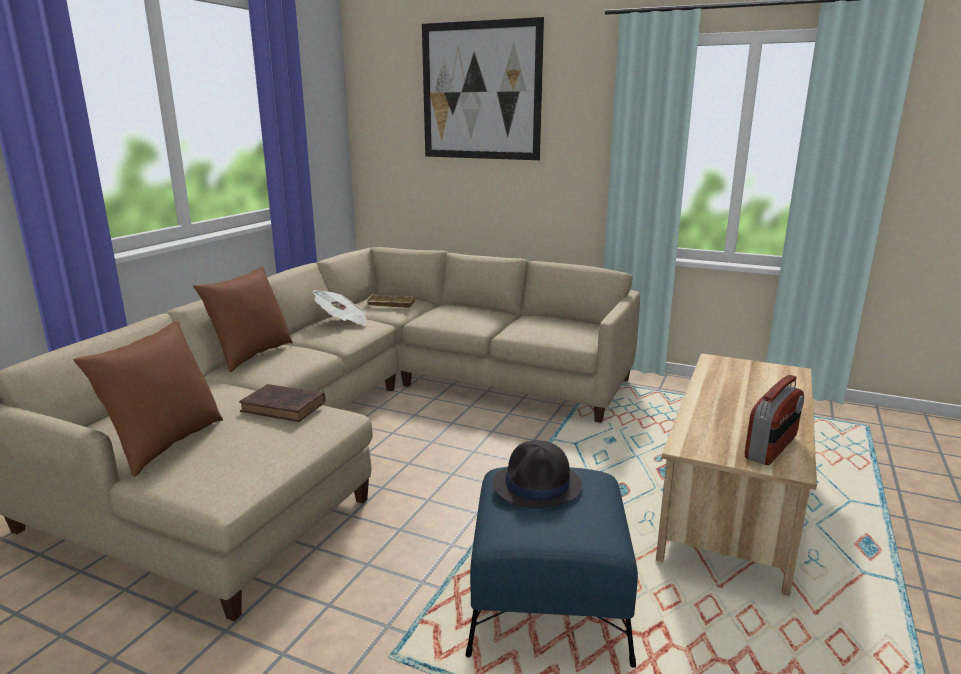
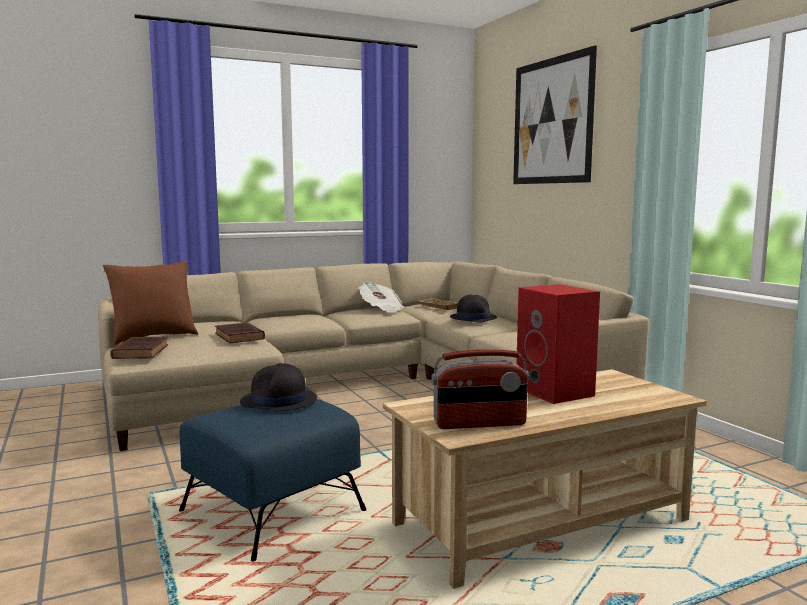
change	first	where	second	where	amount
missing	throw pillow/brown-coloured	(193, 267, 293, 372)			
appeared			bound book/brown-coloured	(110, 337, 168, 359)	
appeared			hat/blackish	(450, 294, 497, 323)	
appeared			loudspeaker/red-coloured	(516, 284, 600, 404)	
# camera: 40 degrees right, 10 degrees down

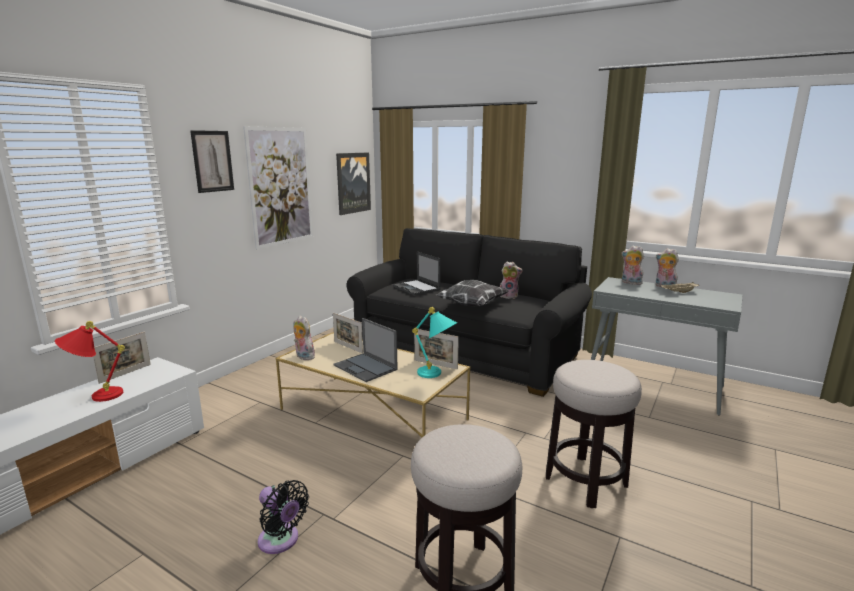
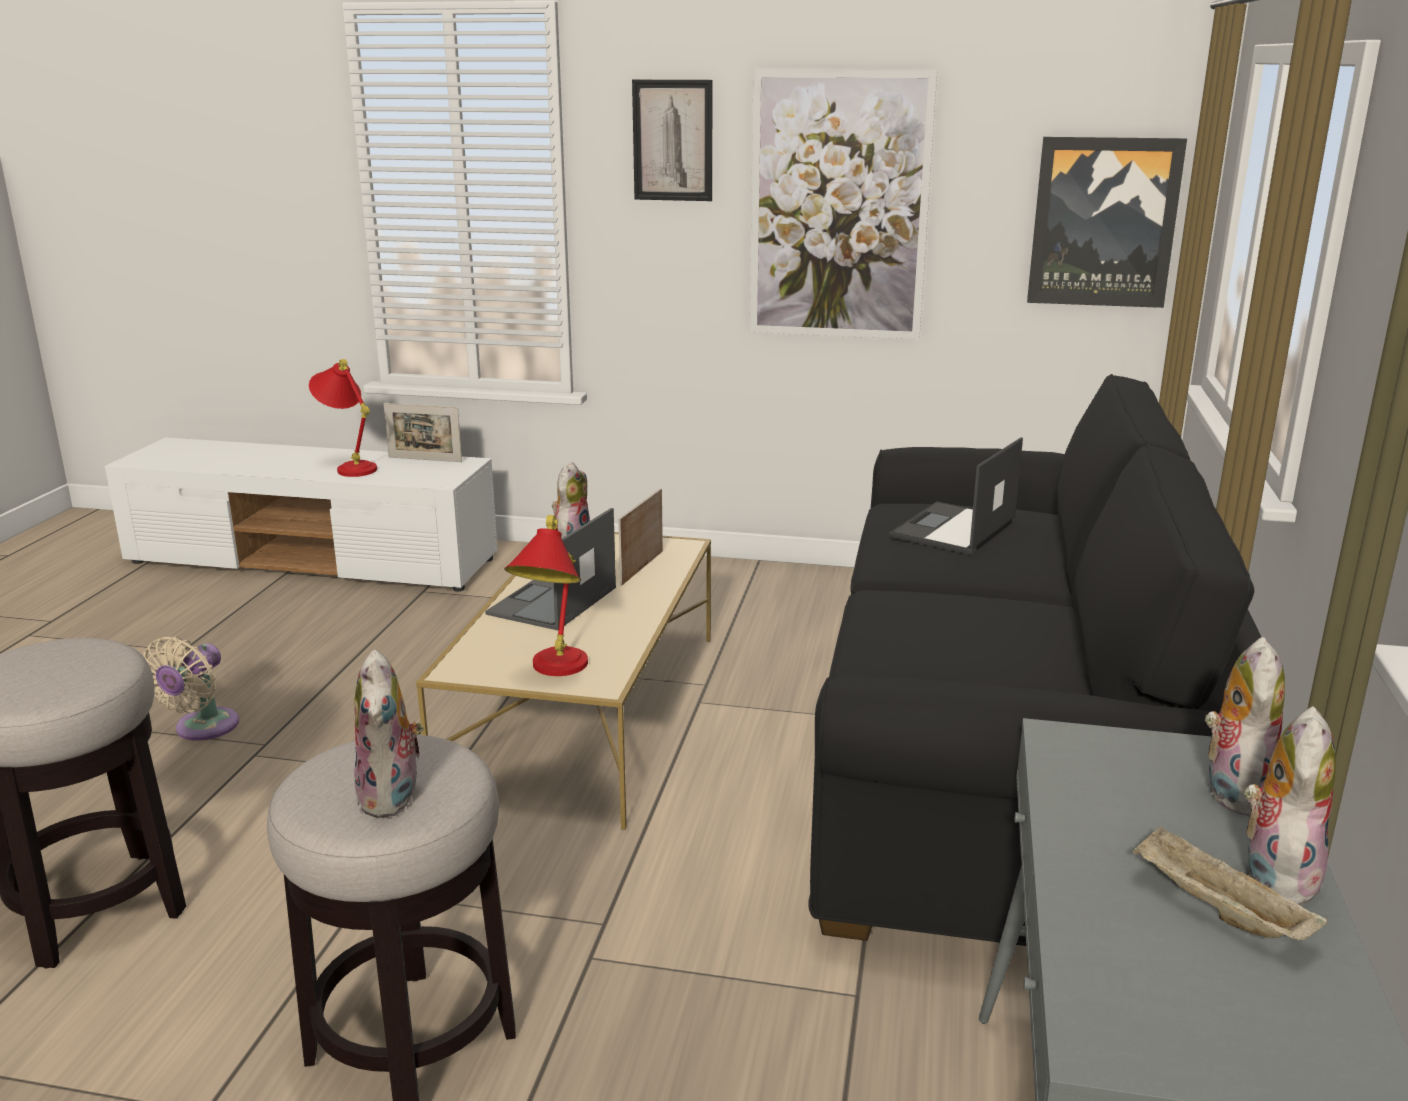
change	first	where	second	where	amount
missing	picture frame	(414, 329, 459, 369)			
missing	throw pillow	(436, 280, 509, 306)			
relocated	soft toy	(500, 261, 523, 299)		(354, 650, 424, 818)	
colour	fan/blackish	(258, 480, 309, 554)	fan/sand-coloured	(143, 637, 239, 741)	
colour	table lamp/blue-green	(412, 307, 458, 378)	table lamp/red-coloured	(504, 515, 588, 676)	
# camera: 70 degrees right, 5 degrees up

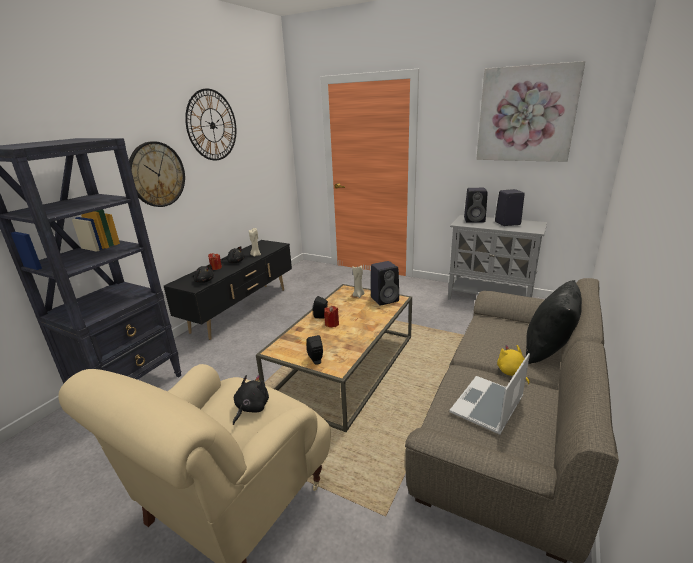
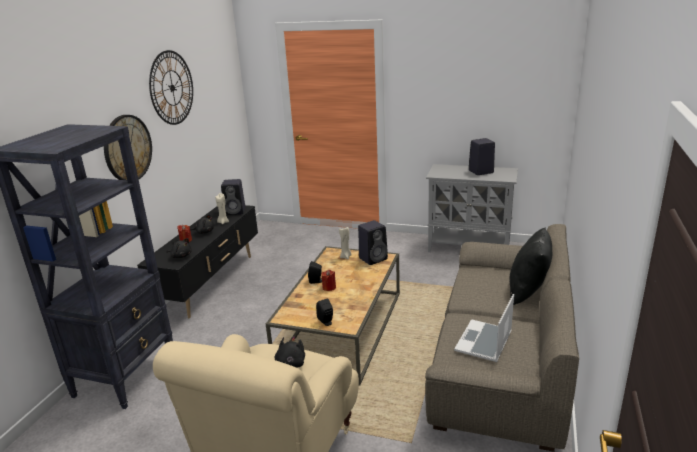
change	first	where	second	where	amount
missing	wall picture	(476, 61, 585, 162)			
missing	soft toy/yellow	(497, 345, 529, 384)			
relocated	loudspeaker/blackish	(464, 188, 488, 223)		(221, 179, 246, 215)	
# camera: 10 degrees left, 0 degrees up

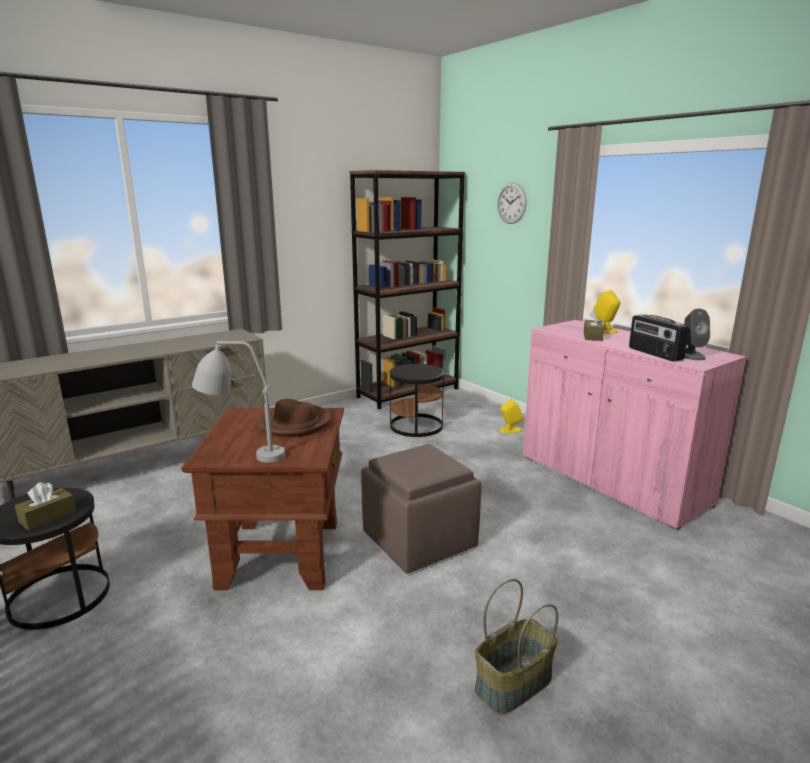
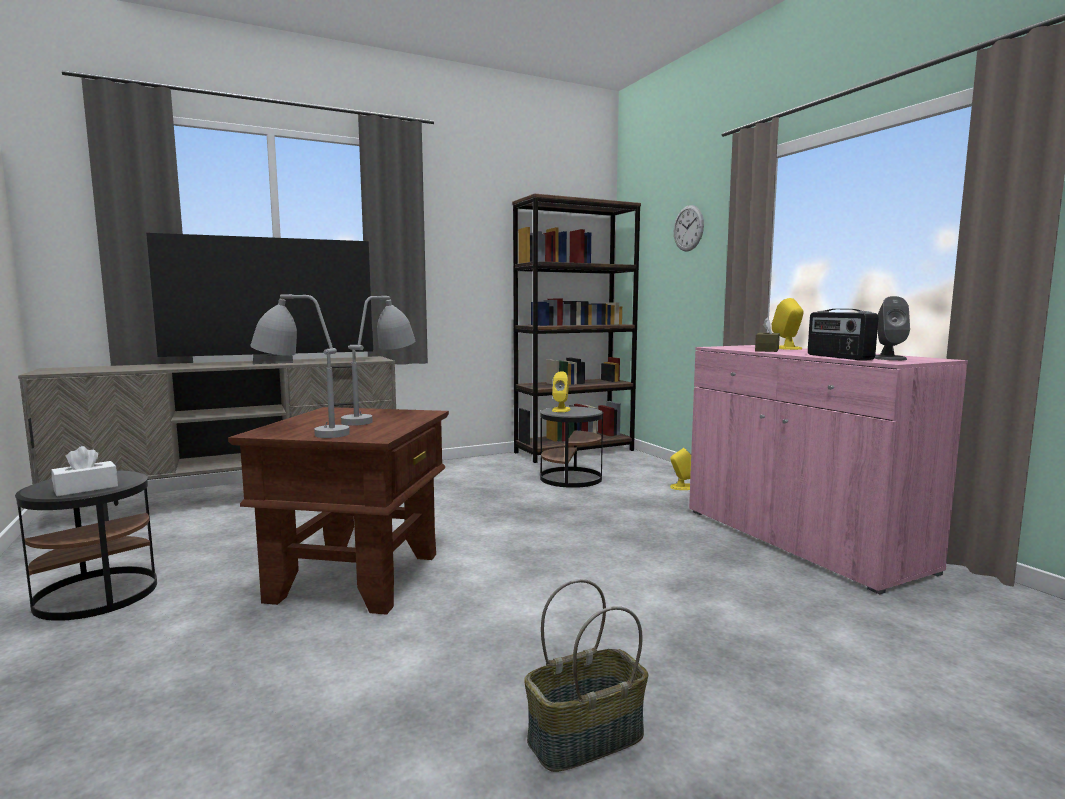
change	first	where	second	where	amount
missing	pouffe/brown-coloured	(361, 444, 481, 574)			
appeared			television	(146, 233, 373, 364)	
appeared			loudspeaker/yellow	(552, 371, 571, 412)	
exchanged	hat/brown-coloured	(258, 399, 331, 437)	table lamp/gray	(341, 296, 415, 426)	
colour	tissue box/brown-coloured	(15, 482, 76, 531)	tissue box/white-coloured	(51, 446, 118, 496)	
# camera: 10 degrees right, 10 degrees down

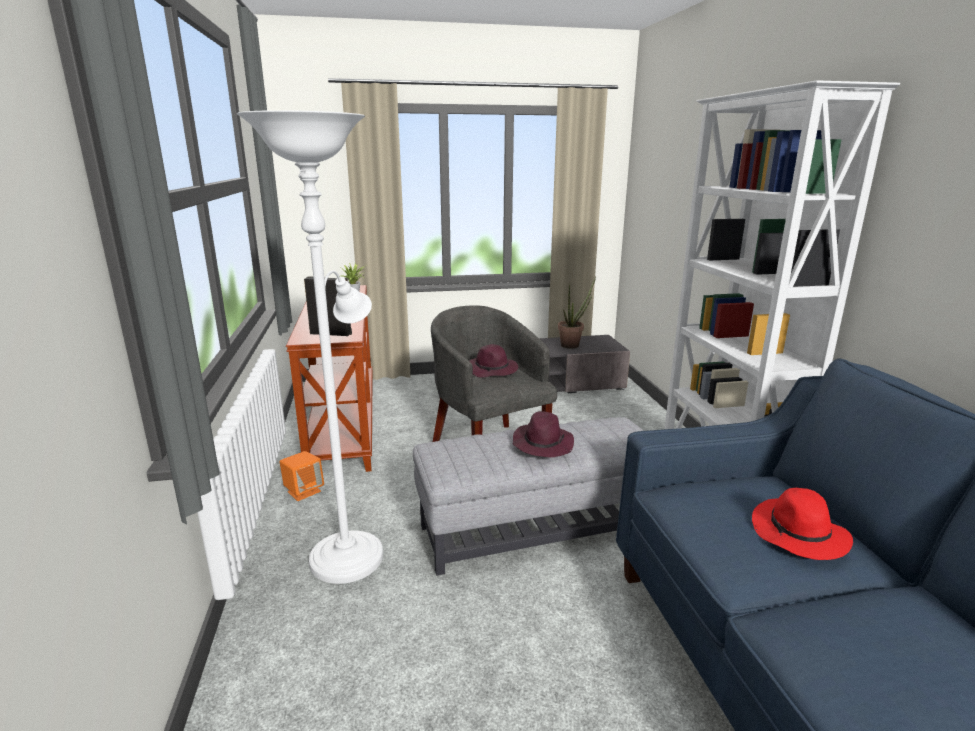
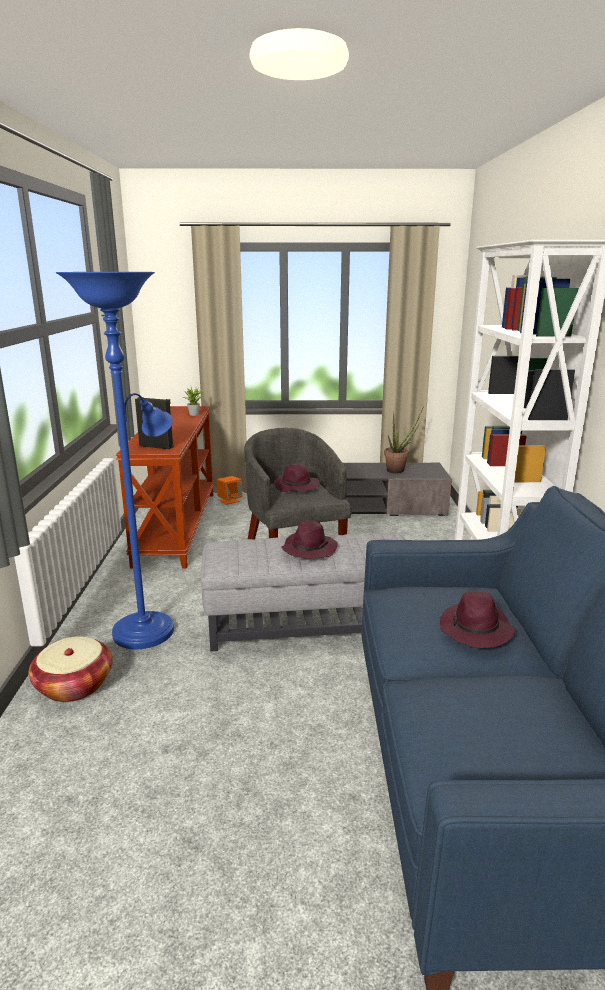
change	first	where	second	where	amount
appeared			household basket	(28, 636, 113, 702)	
relocated	loudspeaker/orange-coloured	(279, 451, 324, 501)		(216, 476, 243, 505)	
colour	floor lamp/white-coloured	(237, 110, 383, 584)	floor lamp/blue	(56, 272, 174, 649)	
colour	hat/red-coloured	(752, 488, 853, 560)	hat/purplish	(440, 591, 516, 648)	
# camera: 10 degrees right, 0 degrees up

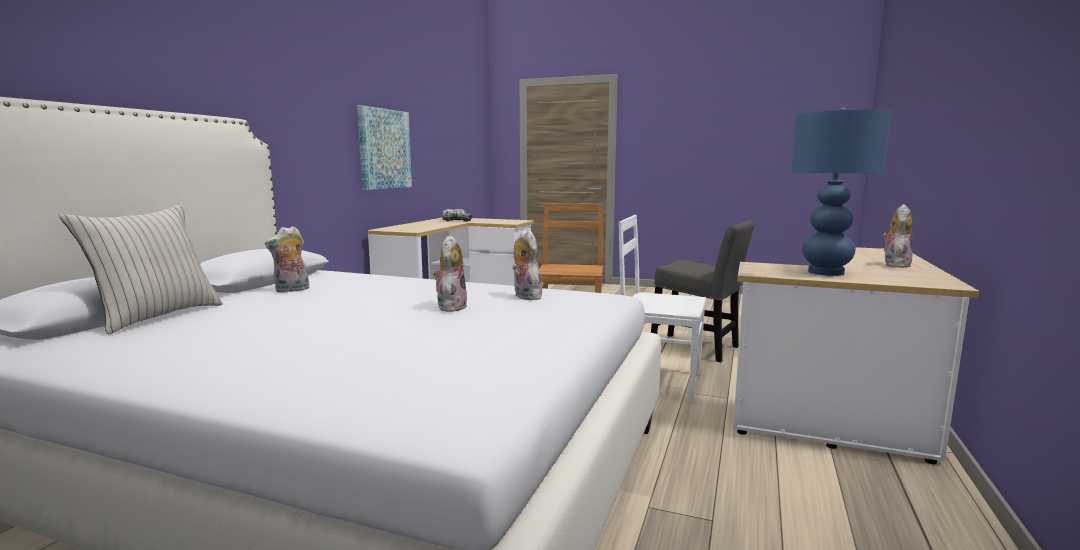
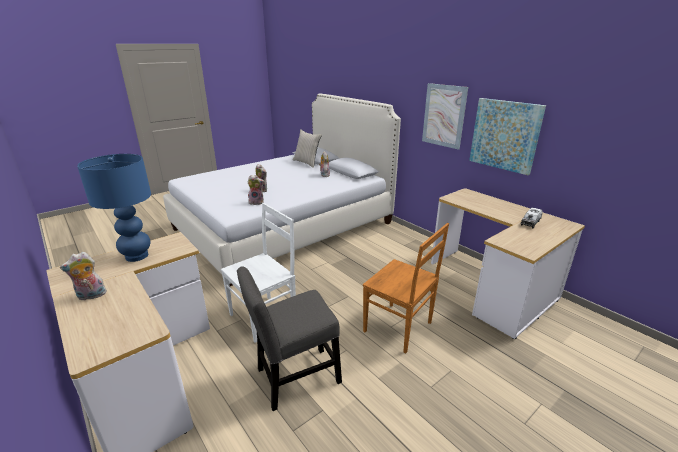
change	first	where	second	where	amount
appeared			wall picture	(422, 83, 468, 150)	
spun	soft toy	(882, 204, 913, 268)		(60, 252, 107, 301)	90 degrees clockwise
# camera: 120 degrees right, 15 degrees up

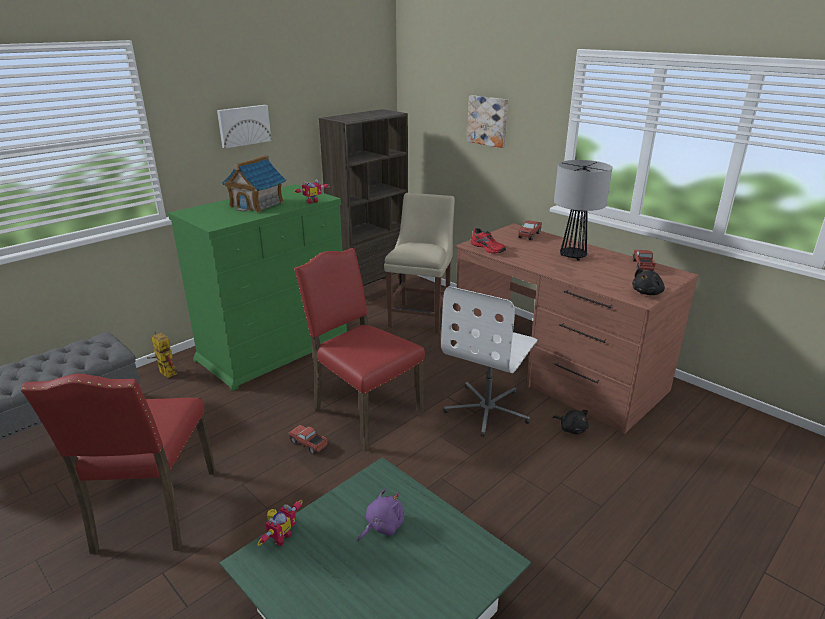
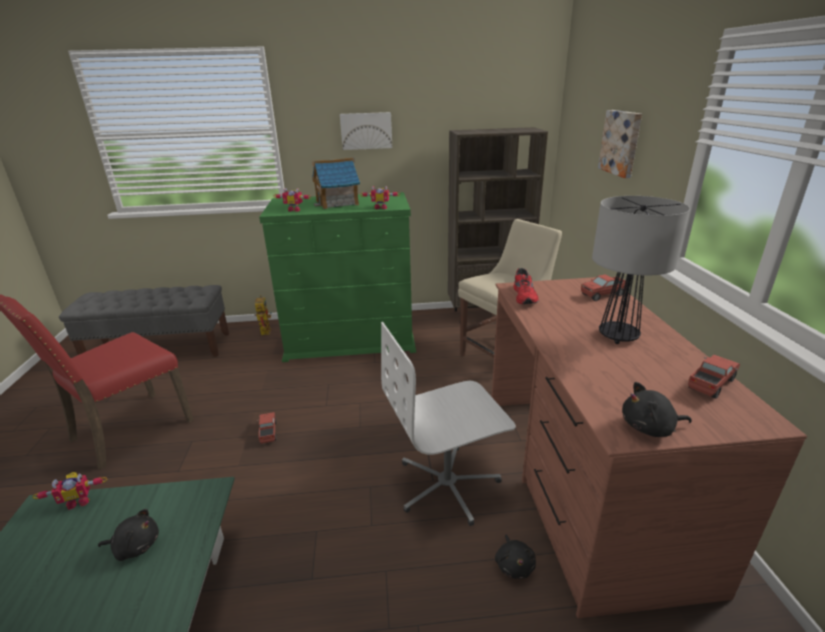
change	first	where	second	where	amount
missing	upright chair/red-coloured	(294, 248, 425, 451)			
appeared			robot figure	(274, 188, 311, 212)	
colour	soft toy/purplish	(358, 489, 404, 541)	soft toy/blackish	(98, 509, 159, 561)	
# camera: 40 degrees right, 0 degrees up

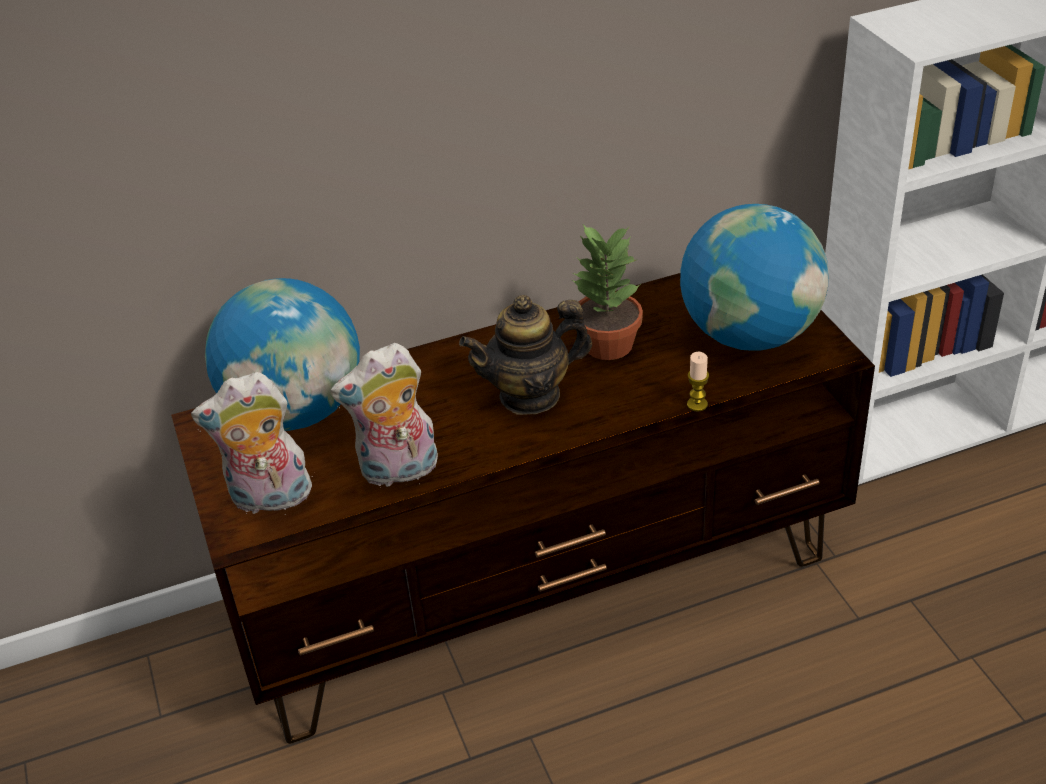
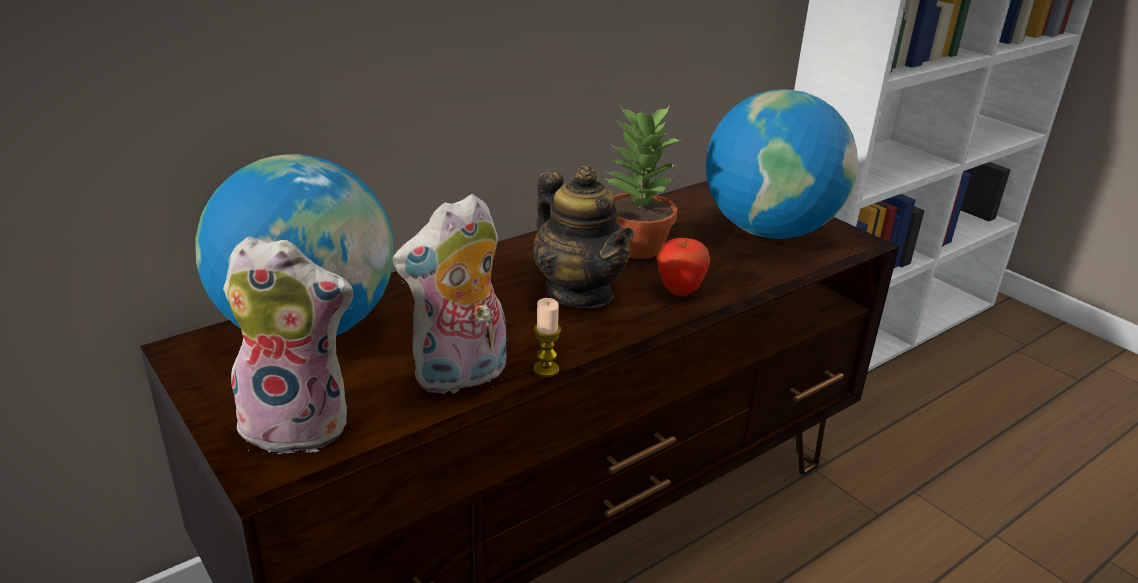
change	first	where	second	where	amount
appeared			whole apple	(657, 238, 710, 296)	
relocated	wax candle	(687, 352, 709, 411)		(533, 298, 561, 377)	
spun	soft toy	(191, 372, 312, 514)		(223, 236, 354, 454)	150 degrees counterclockwise
spun	teapot	(459, 295, 592, 415)		(534, 165, 634, 308)	90 degrees counterclockwise
# camera: 20 degrees left, 10 degrees down

